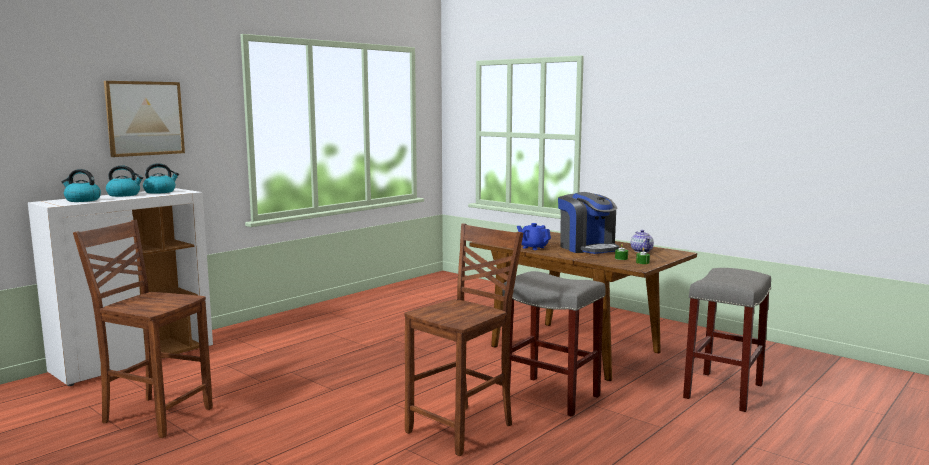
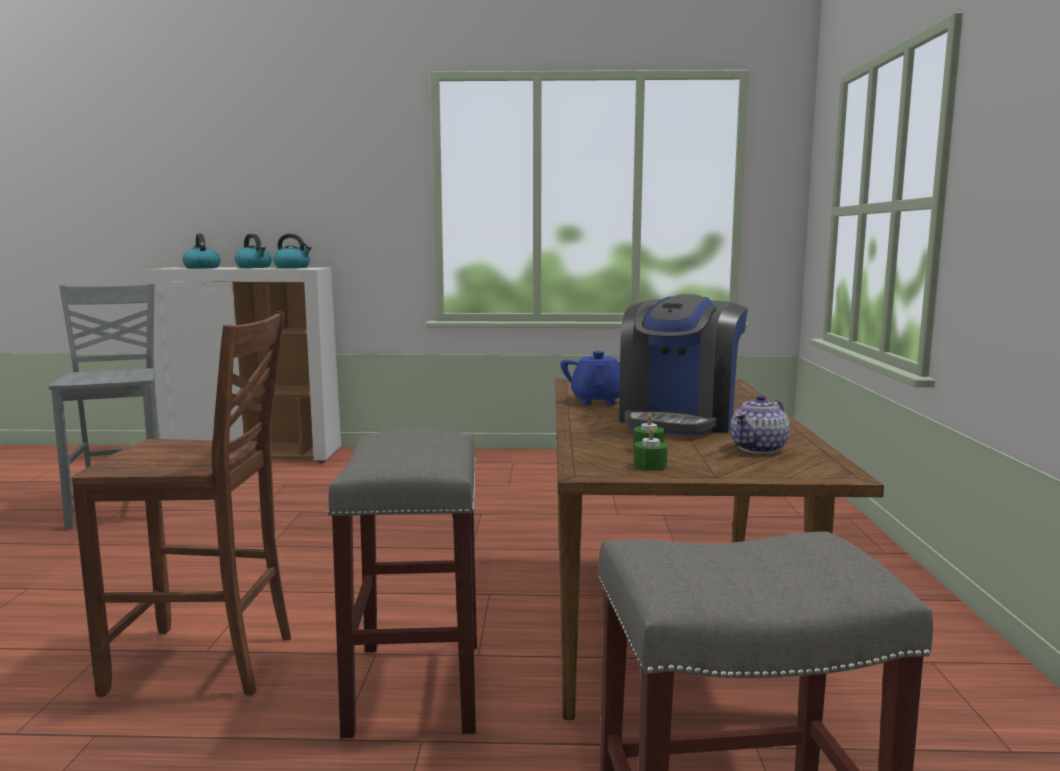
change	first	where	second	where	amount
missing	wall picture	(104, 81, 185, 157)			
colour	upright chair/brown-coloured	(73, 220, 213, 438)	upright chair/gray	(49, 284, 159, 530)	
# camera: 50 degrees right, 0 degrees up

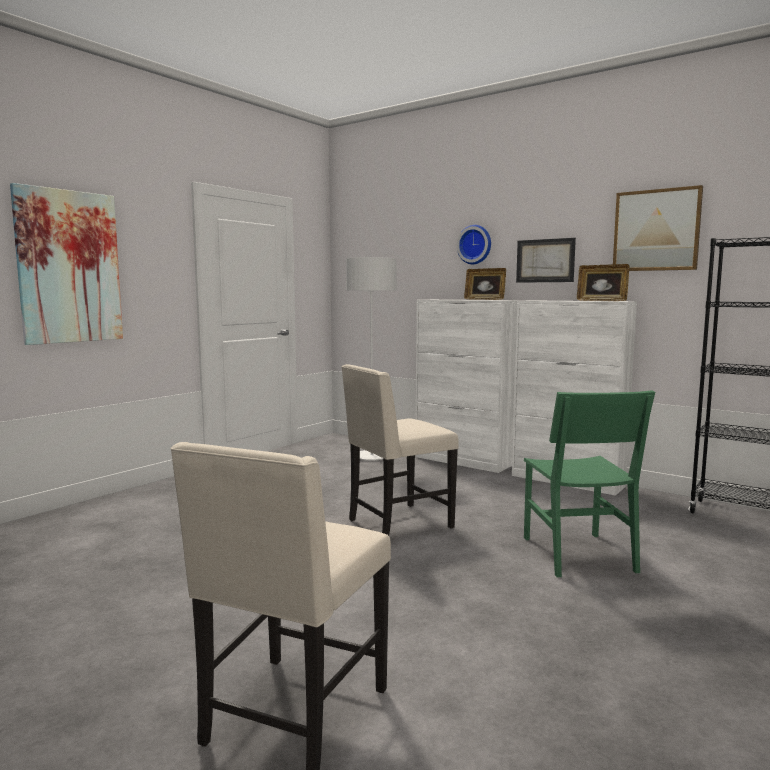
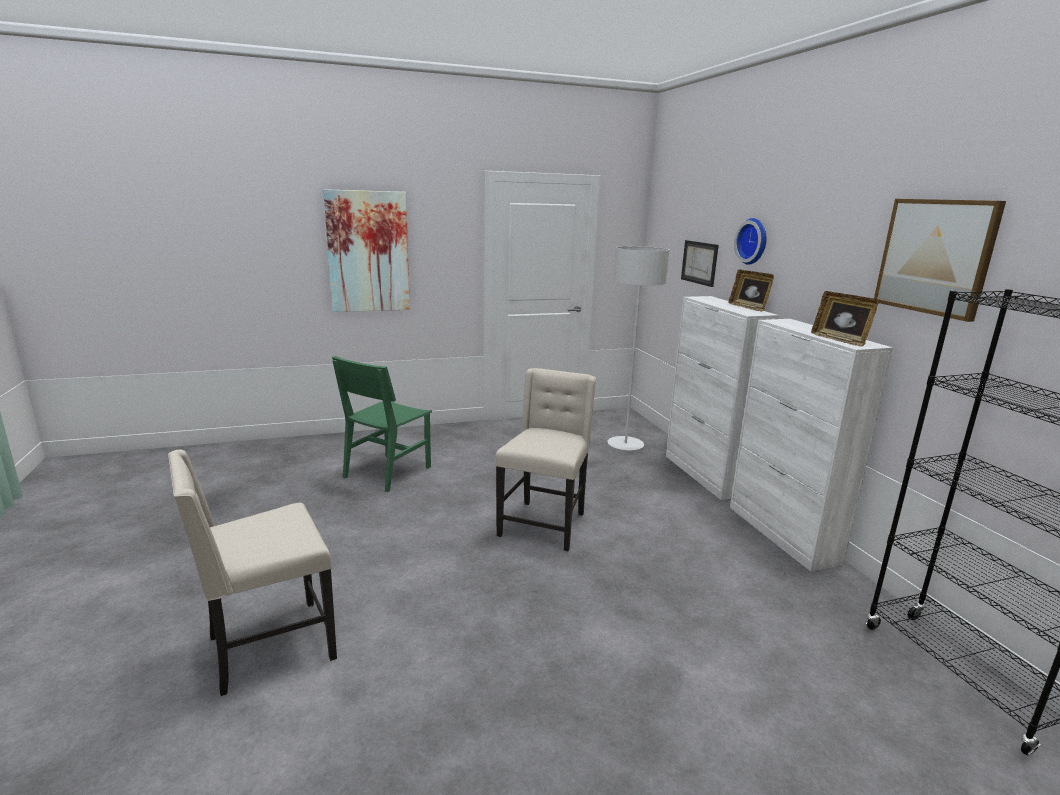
change	first	where	second	where	amount
relocated	wall picture	(516, 238, 576, 283)		(681, 240, 719, 287)	
relocated	upright chair/green	(524, 390, 655, 577)		(332, 356, 432, 492)	
spun	upright chair/sand-coloured	(342, 364, 459, 536)		(495, 368, 596, 551)	105 degrees clockwise
# camera: 35 degrees right, 10 degrees up

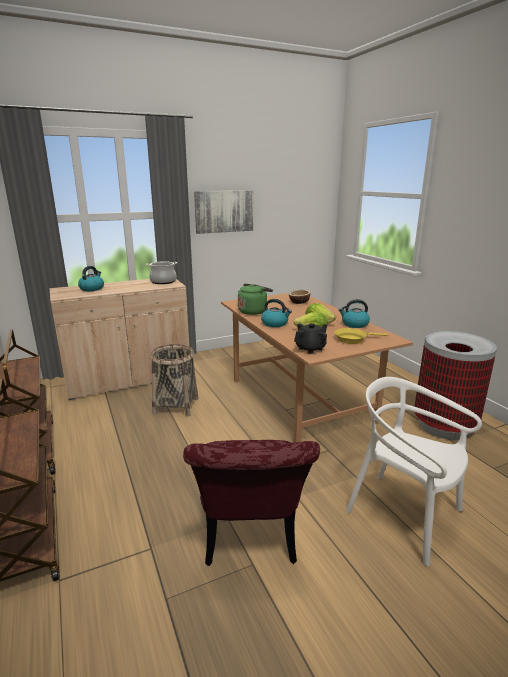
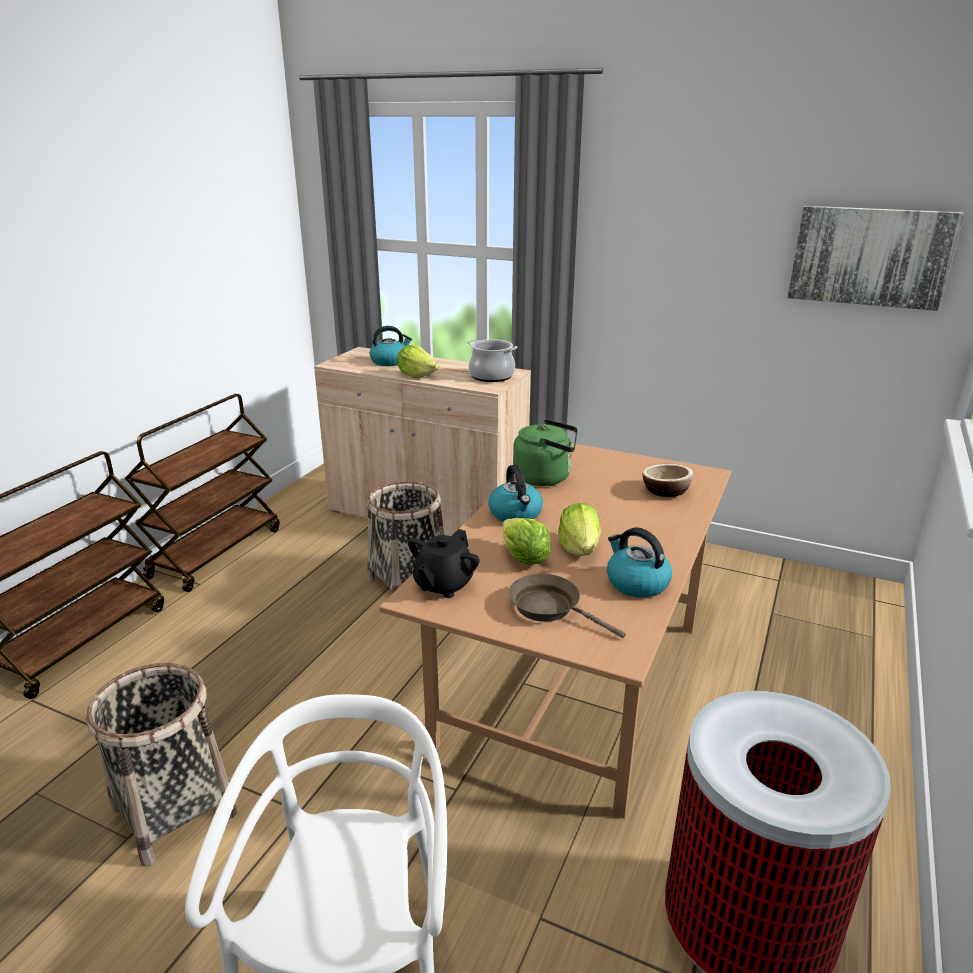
change	first	where	second	where	amount
appeared			head of lettuce	(397, 345, 439, 378)	
relocated	wall picture	(194, 190, 254, 234)		(787, 206, 964, 311)	
exchanged	upright chair/red-coloured	(183, 440, 320, 566)	household basket	(86, 663, 237, 867)	
colour	frying pan/yellow	(334, 328, 388, 344)	frying pan/brown-coloured	(508, 574, 626, 638)	
spun	teapot/blackish	(294, 323, 327, 354)		(408, 529, 480, 598)	105 degrees clockwise
# camera: 50 degrees right, 5 degrees up

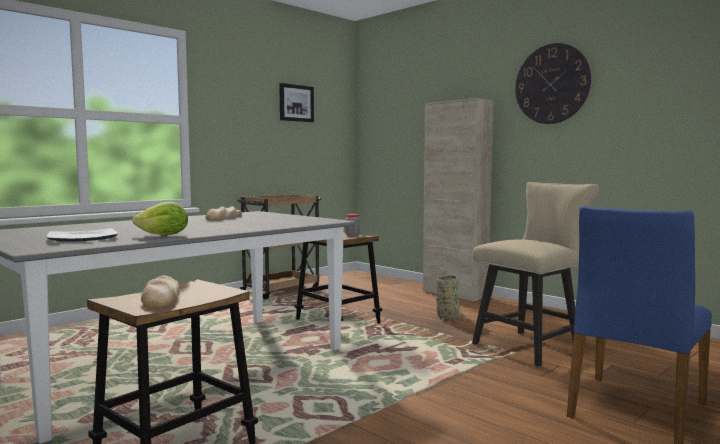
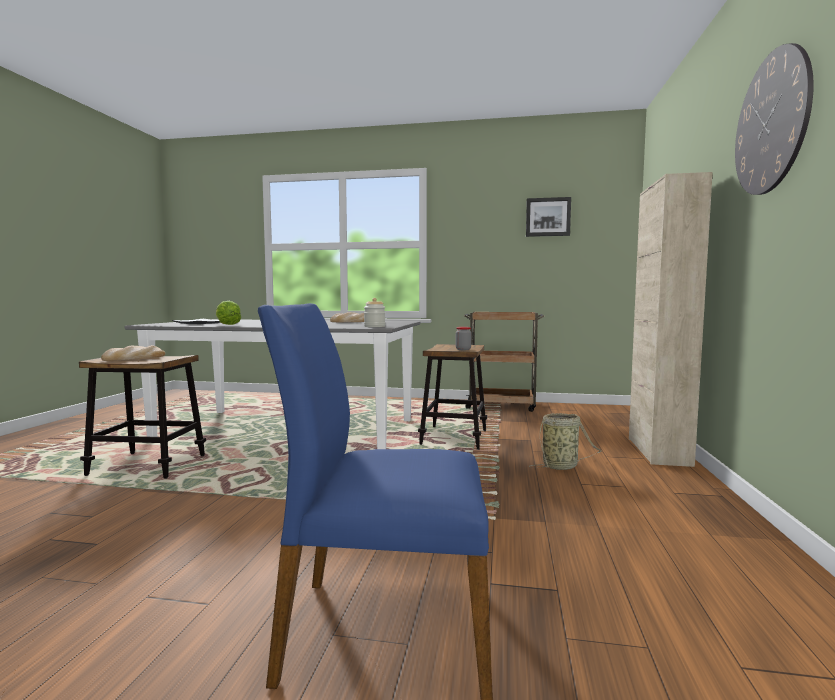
change	first	where	second	where	amount
missing	upright chair/sand-coloured	(472, 182, 599, 367)			
appeared			jar	(364, 298, 385, 327)	
# camera: 55 degrees right, 0 degrees up

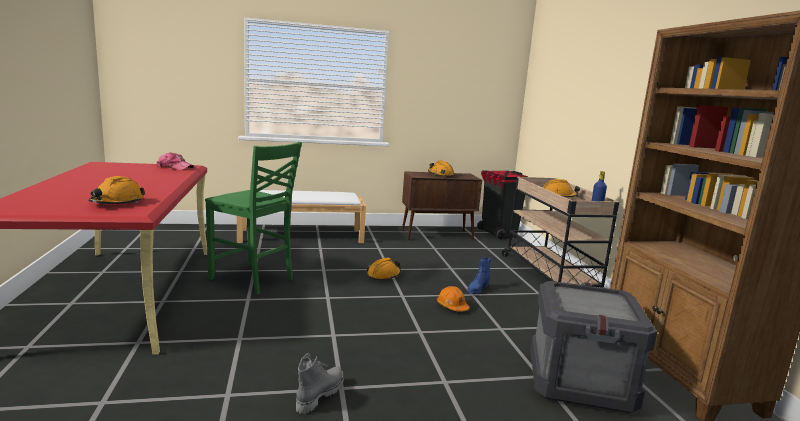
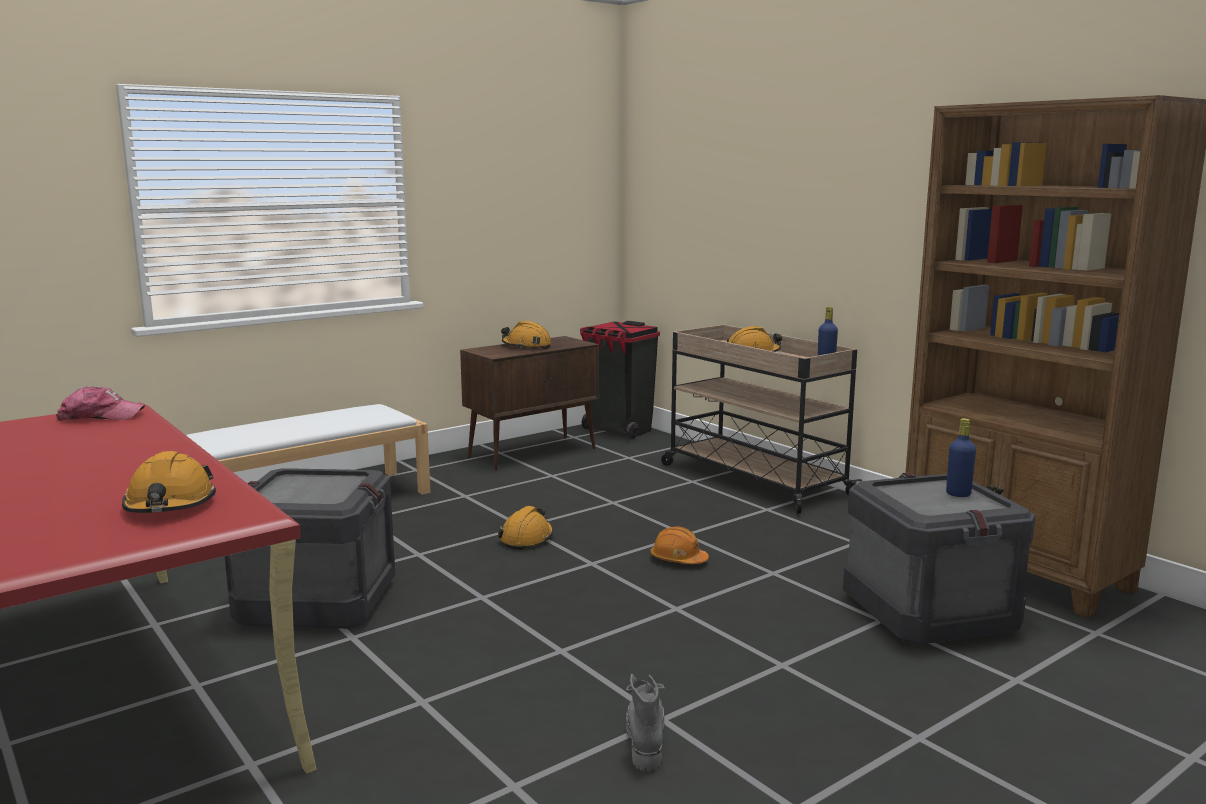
change	first	where	second	where	amount
missing	boot/blue	(467, 258, 491, 294)			
appeared			beverage bottle/blue	(946, 418, 976, 497)	
exchanged	upright chair/green	(205, 142, 302, 295)	crate	(225, 468, 395, 629)	
# camera: 25 degrees left, 0 degrees up

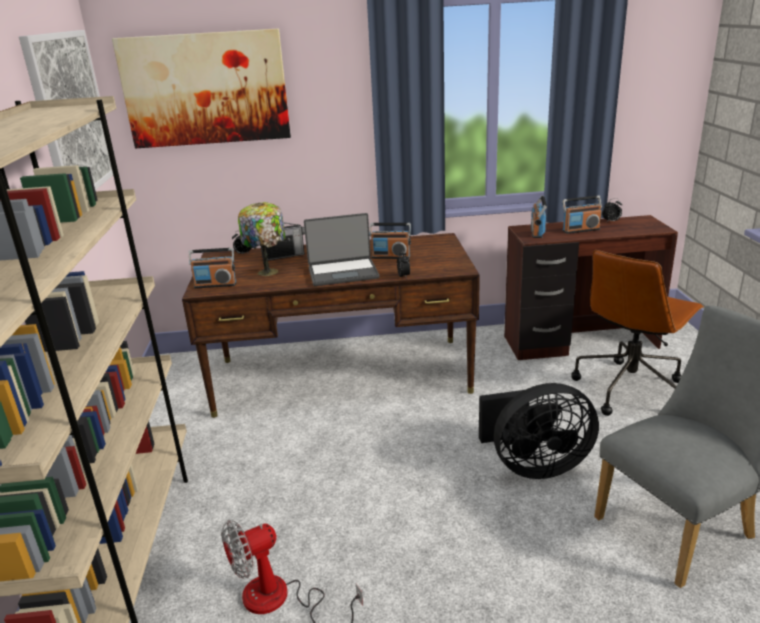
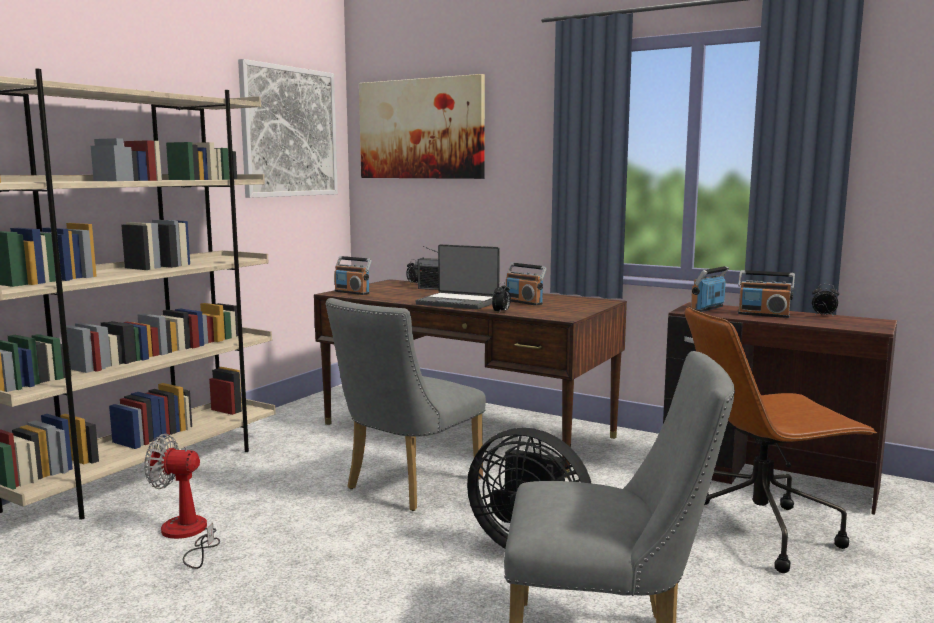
change	first	where	second	where	amount
missing	table lamp	(238, 202, 286, 276)			
appeared			upright chair/gray	(325, 298, 486, 511)	
# camera: 35 degrees right, 15 degrees down

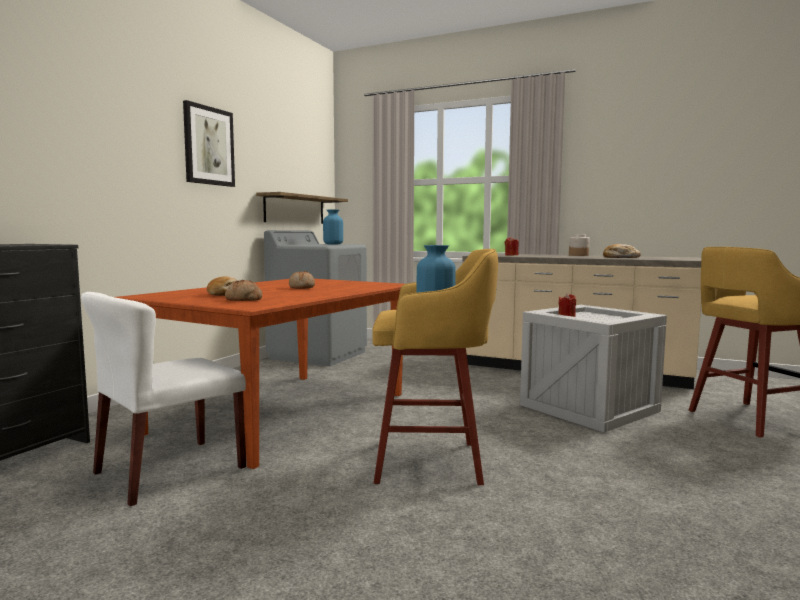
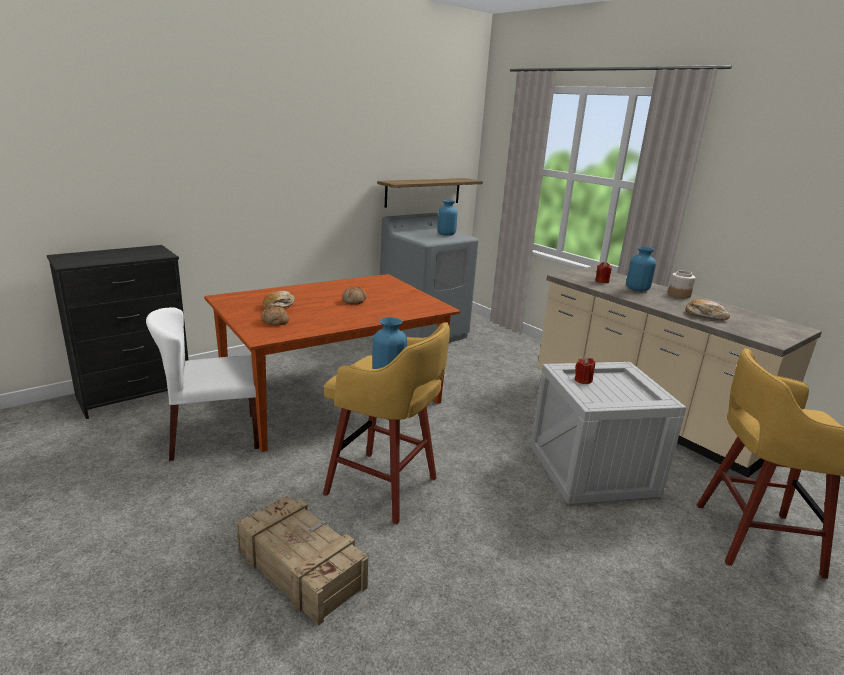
change	first	where	second	where	amount
missing	wall picture	(183, 100, 235, 187)			
appeared			crate	(236, 496, 368, 626)	
appeared			decorative vase/blue	(626, 247, 656, 291)	
# camera: 25 degrees right, 15 degrees up

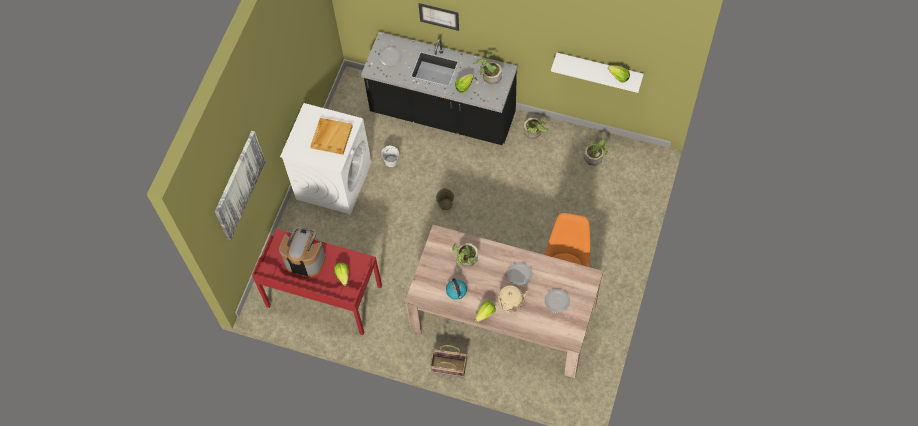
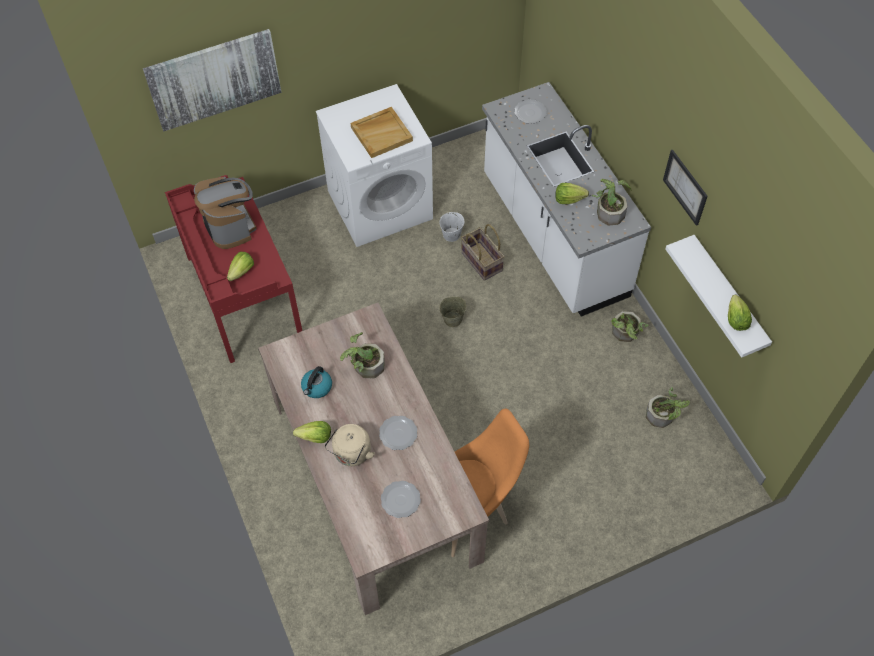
change	first	where	second	where	amount
relocated	wall picture	(419, 3, 459, 31)		(663, 150, 708, 226)	
relocated	household basket	(430, 345, 467, 378)		(461, 224, 505, 281)	
colour	kitchen base unit/blackish	(361, 32, 518, 145)	kitchen base unit/white-coloured	(482, 82, 651, 316)	
# camera: 45 degrees right, 5 degrees down

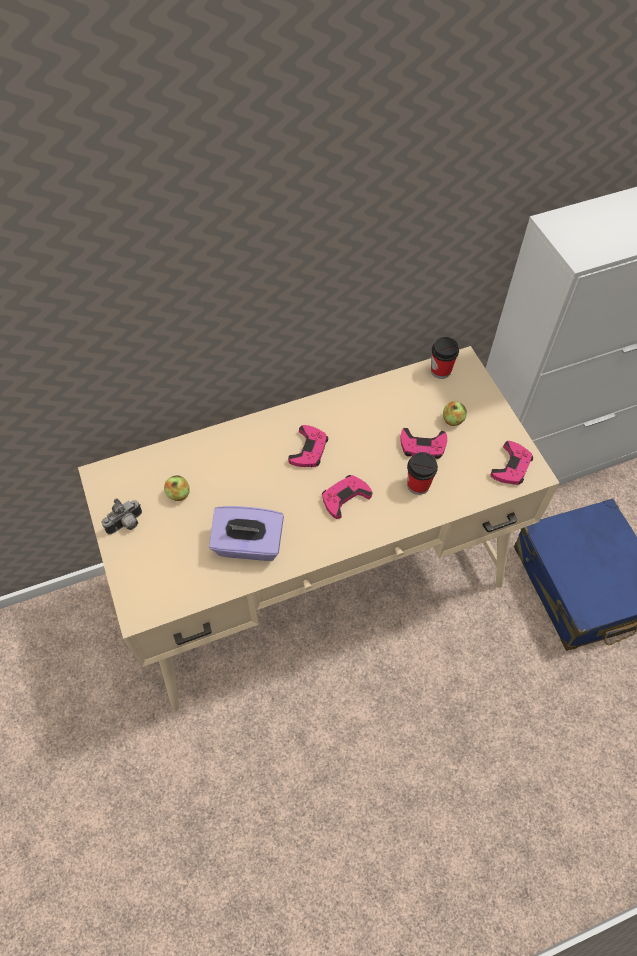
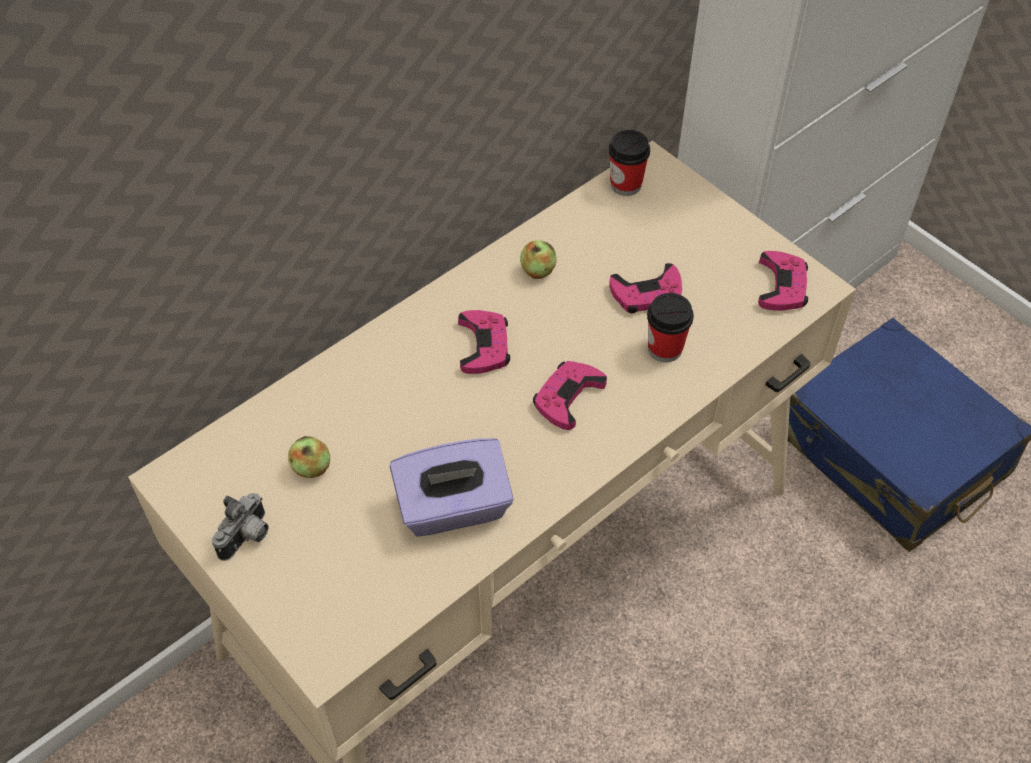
change	first	where	second	where	amount
relocated	whole apple	(443, 401, 467, 426)		(520, 240, 556, 279)	
# camera: 20 degrees left, 5 degrees down

